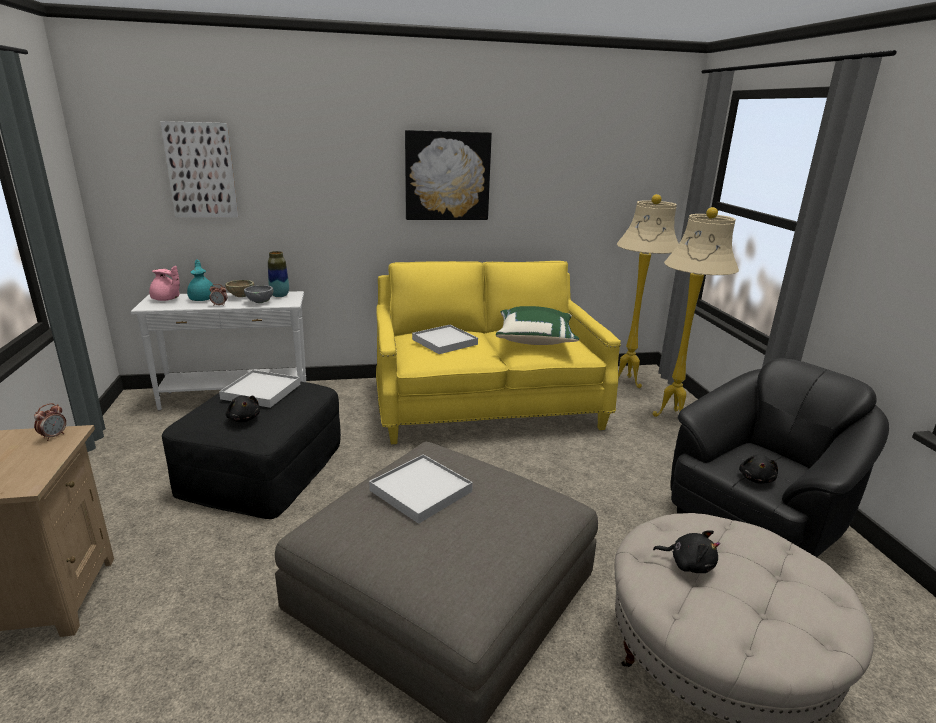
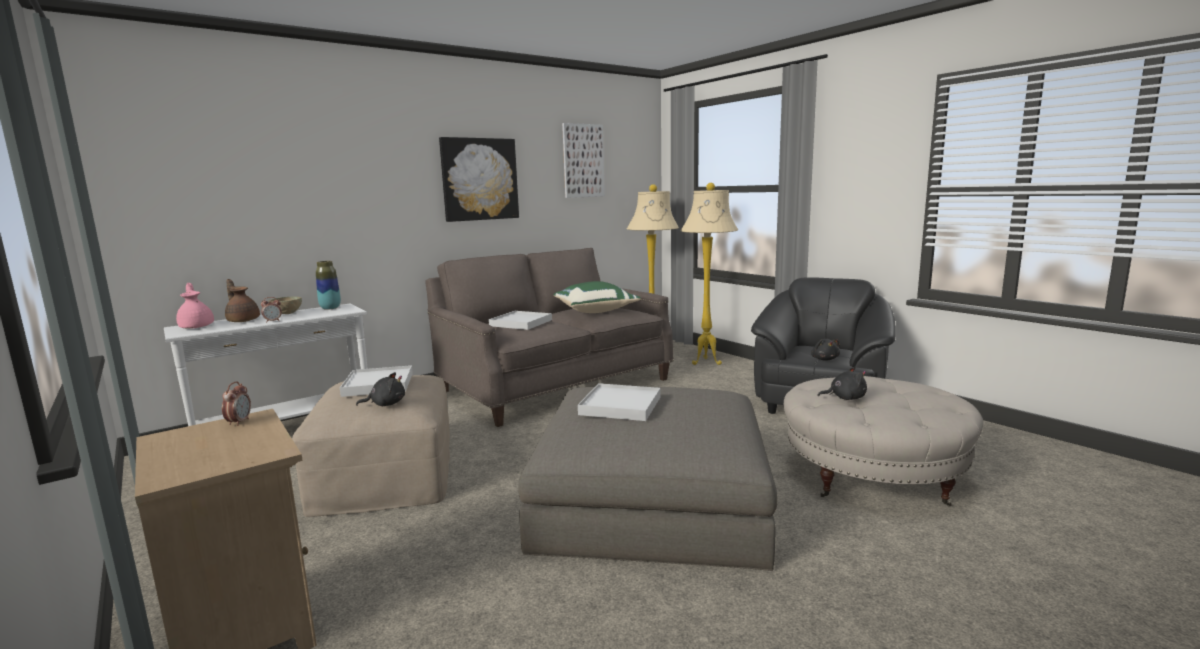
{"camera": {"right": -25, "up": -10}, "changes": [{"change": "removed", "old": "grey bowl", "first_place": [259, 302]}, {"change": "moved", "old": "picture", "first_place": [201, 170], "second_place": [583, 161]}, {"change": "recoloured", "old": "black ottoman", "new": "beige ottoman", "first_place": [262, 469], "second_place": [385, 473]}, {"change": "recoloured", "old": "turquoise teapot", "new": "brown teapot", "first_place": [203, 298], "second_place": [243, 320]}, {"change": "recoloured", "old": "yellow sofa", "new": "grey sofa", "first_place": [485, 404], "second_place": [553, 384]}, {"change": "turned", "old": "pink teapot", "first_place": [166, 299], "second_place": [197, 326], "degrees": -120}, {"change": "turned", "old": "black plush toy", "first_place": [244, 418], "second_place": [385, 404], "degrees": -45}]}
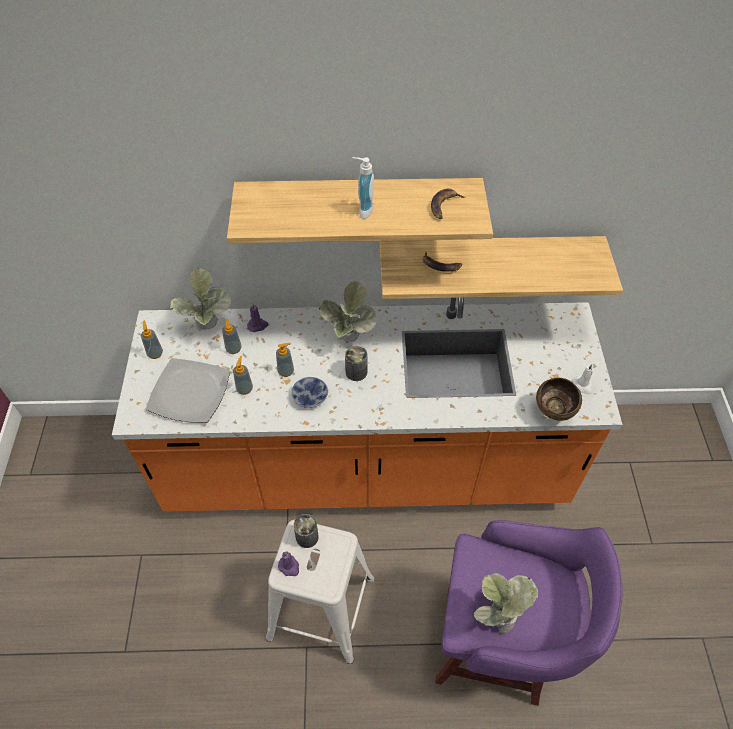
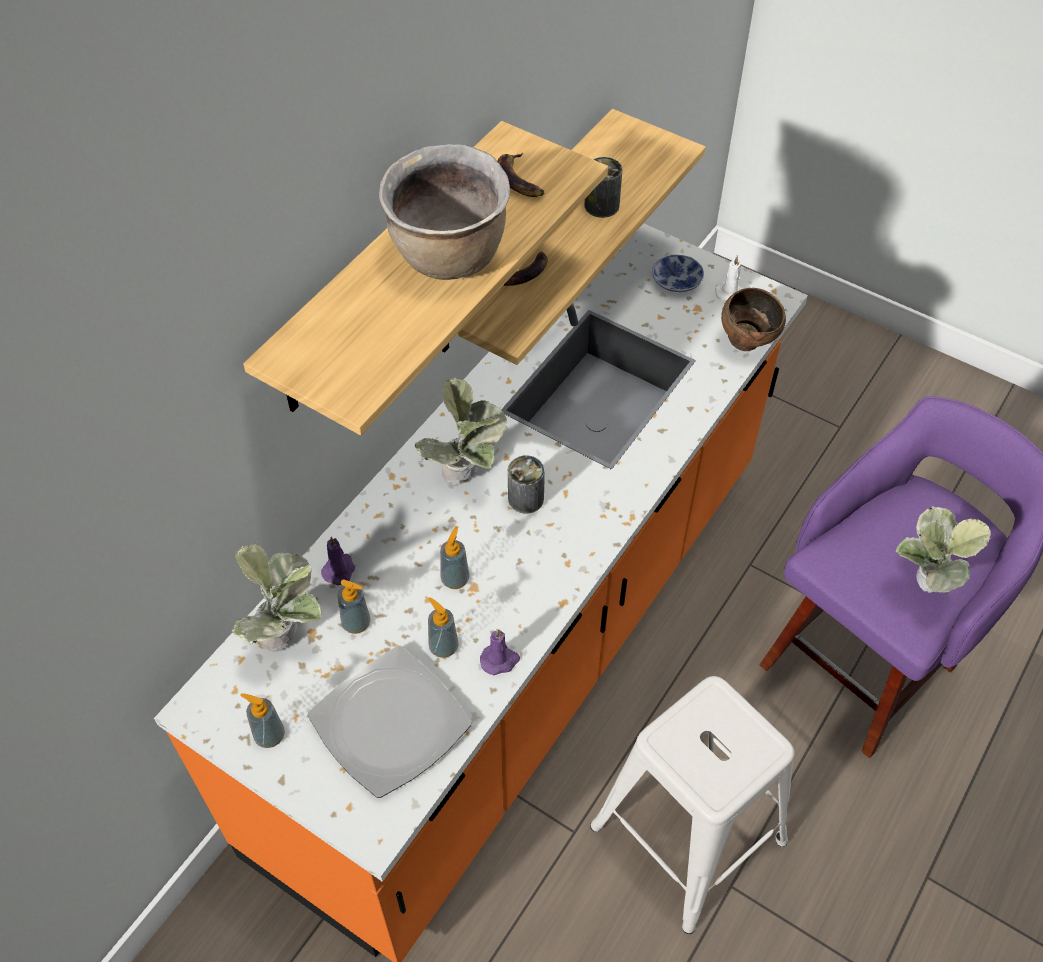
{"camera": {"right": -55, "up": 0}, "changes": [{"change": "moved", "old": "purple candle", "first_place": [289, 567], "second_place": [500, 660]}, {"change": "moved", "old": "bowl", "first_place": [311, 397], "second_place": [678, 281]}, {"change": "moved", "old": "can", "first_place": [307, 537], "second_place": [601, 205]}, {"change": "replaced", "old": "soap dispenser", "new": "brown cooking pot", "first_place": [363, 210], "second_place": [449, 257]}]}
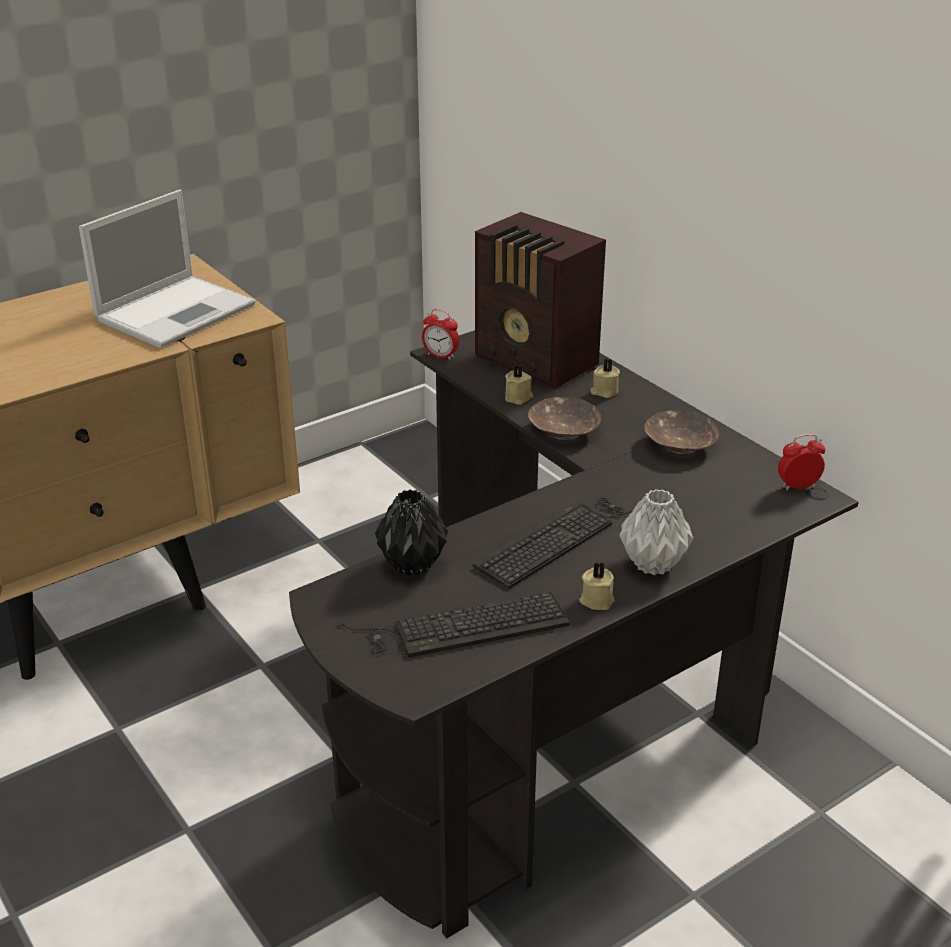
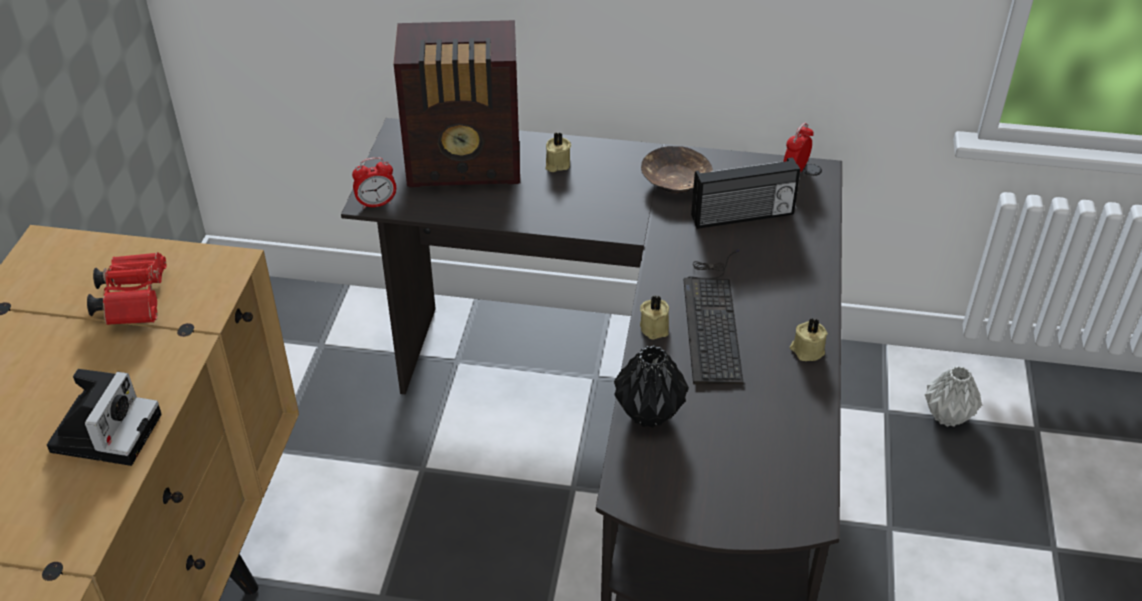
{"camera": {"right": -45, "up": 10}, "changes": [{"change": "removed", "old": "keyboard", "first_place": [460, 627]}, {"change": "removed", "old": "brown bowl", "first_place": [563, 430]}, {"change": "added", "new": "photo camera", "second_place": [107, 429]}, {"change": "added", "new": "radio", "second_place": [743, 217]}, {"change": "moved", "old": "beige candle", "first_place": [519, 397], "second_place": [655, 327]}, {"change": "moved", "old": "grey vase", "first_place": [654, 565], "second_place": [948, 416]}, {"change": "replaced", "old": "laptop", "new": "red binoculars", "first_place": [178, 311], "second_place": [134, 300]}]}
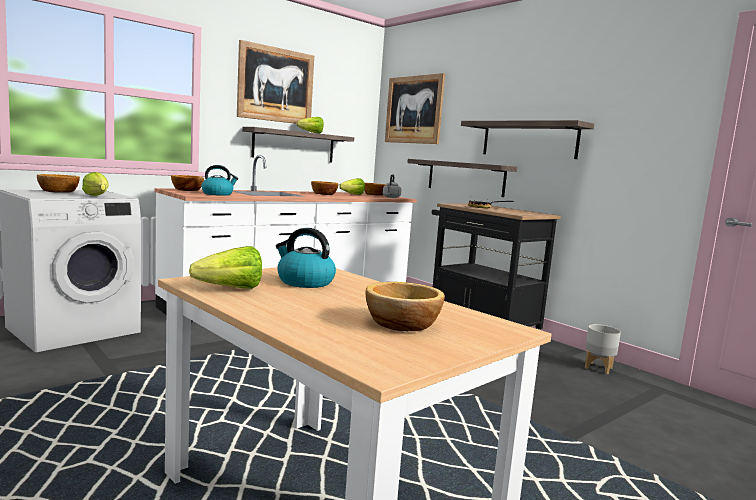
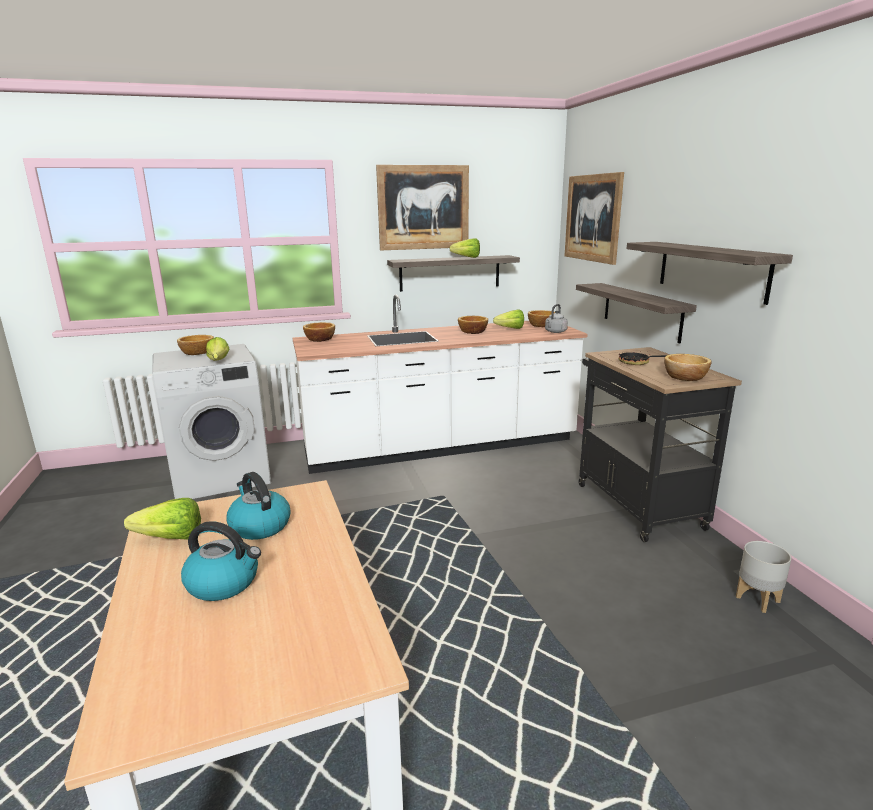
{"camera": {"right": 25, "up": 10}, "changes": [{"change": "moved", "old": "kettle", "first_place": [218, 194], "second_place": [224, 583]}, {"change": "moved", "old": "bowl", "first_place": [403, 324], "second_place": [686, 377]}]}
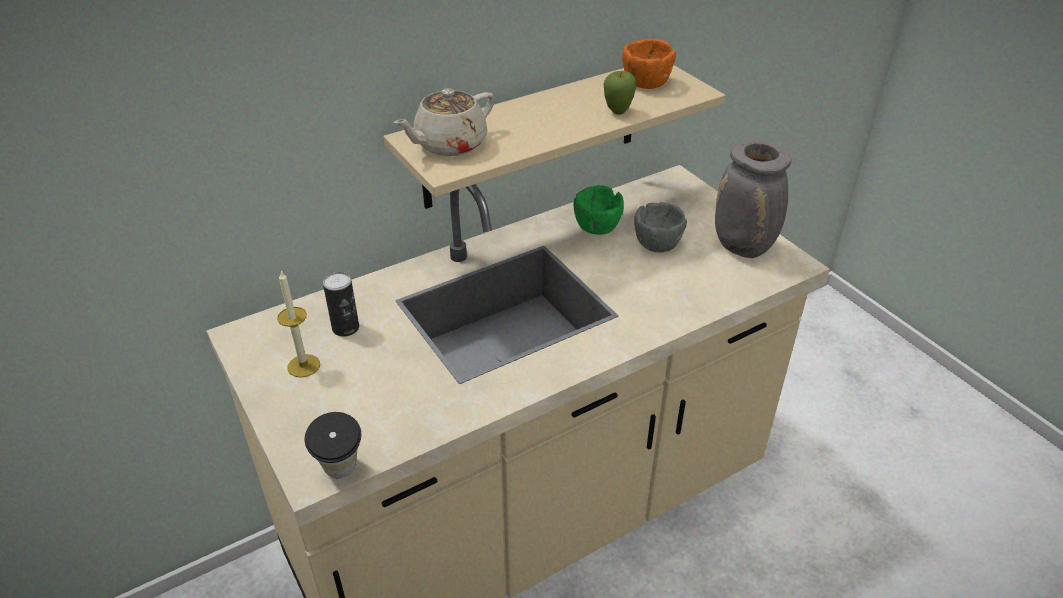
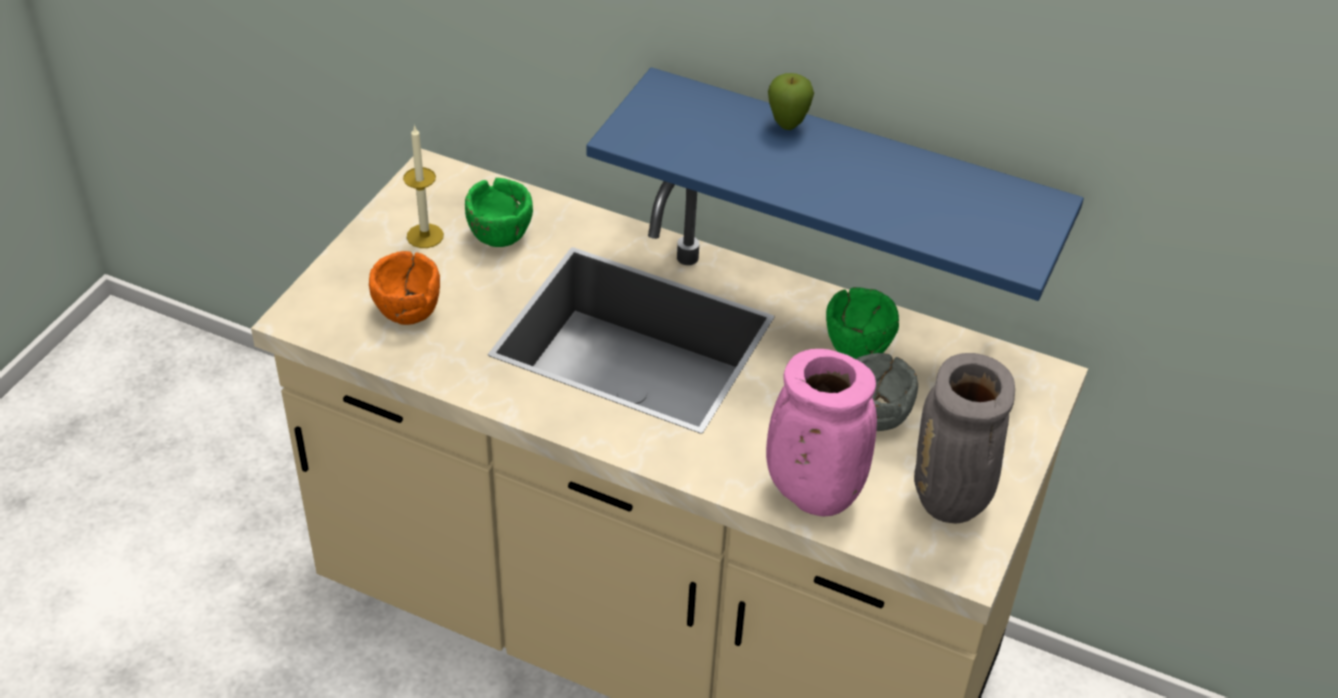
{"camera": {"right": 55, "up": 5}, "changes": [{"change": "removed", "old": "cup", "first_place": [341, 474]}, {"change": "removed", "old": "beige teapot", "first_place": [449, 144]}, {"change": "added", "new": "pink vase", "second_place": [810, 494]}, {"change": "moved", "old": "apple", "first_place": [618, 112], "second_place": [787, 125]}, {"change": "moved", "old": "orange bowl", "first_place": [645, 83], "second_place": [407, 309]}, {"change": "replaced", "old": "can", "new": "green bowl", "first_place": [345, 328], "second_place": [499, 235]}, {"change": "recoloured", "old": "beige shelf", "new": "blue shelf", "first_place": [532, 134], "second_place": [852, 179]}]}
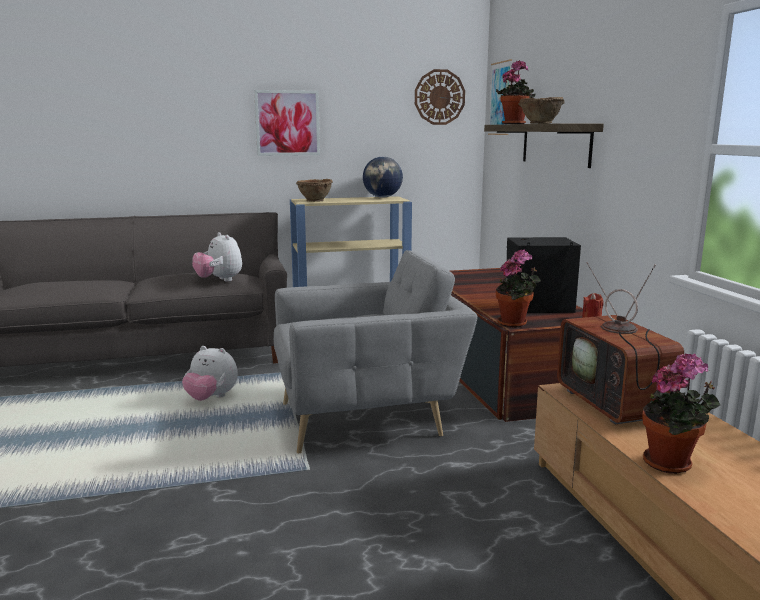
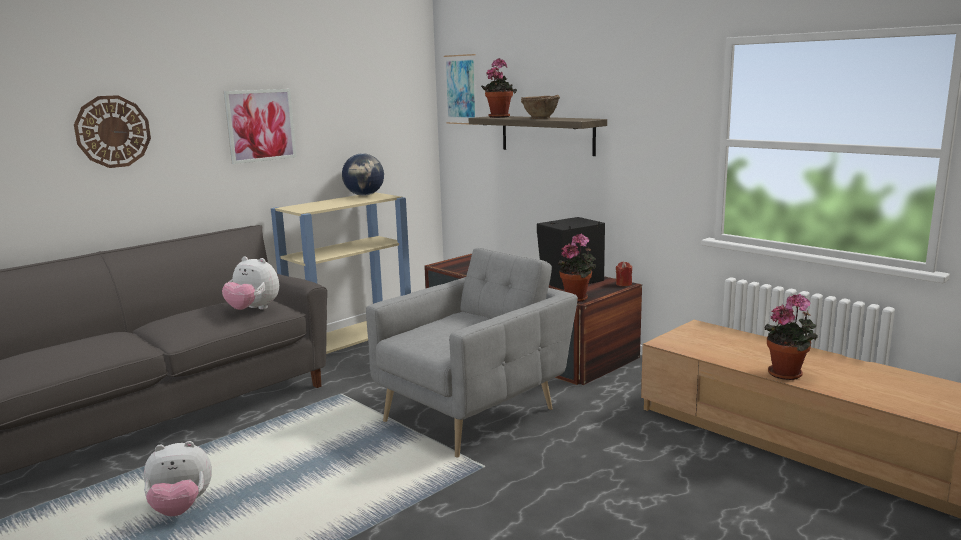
{"camera": {"right": -30, "up": 0}, "changes": [{"change": "removed", "old": "brown bowl", "first_place": [314, 201]}, {"change": "removed", "old": "television", "first_place": [618, 406]}, {"change": "moved", "old": "plush toy", "first_place": [211, 398], "second_place": [181, 508]}, {"change": "moved", "old": "wall clock", "first_place": [439, 97], "second_place": [113, 131]}]}
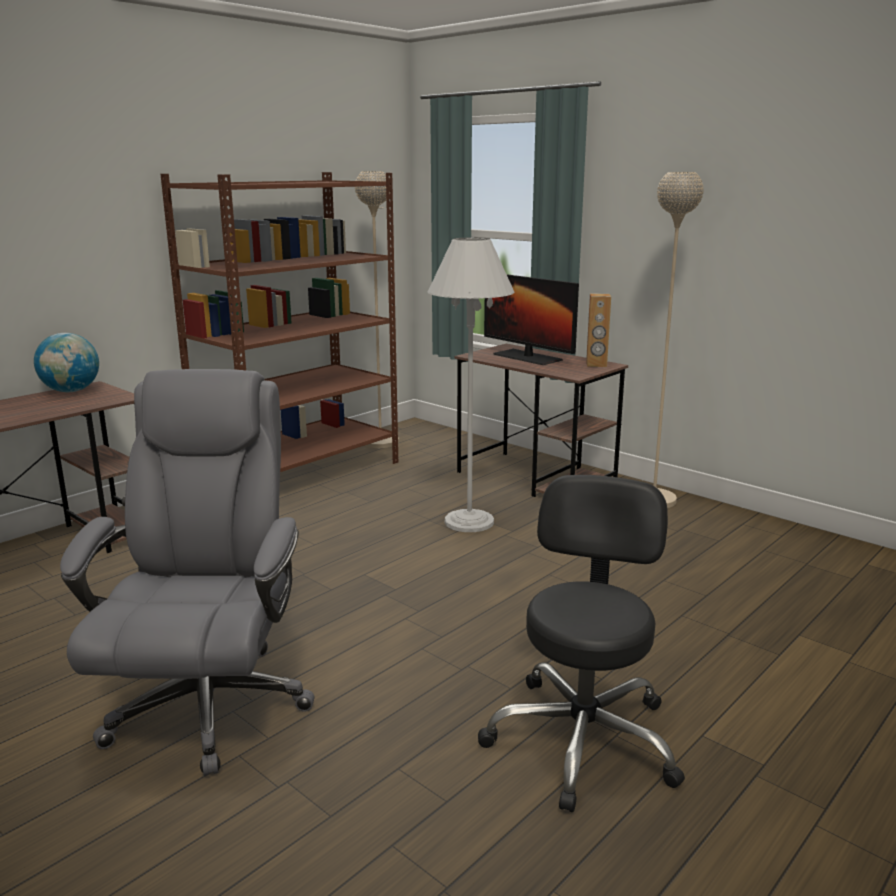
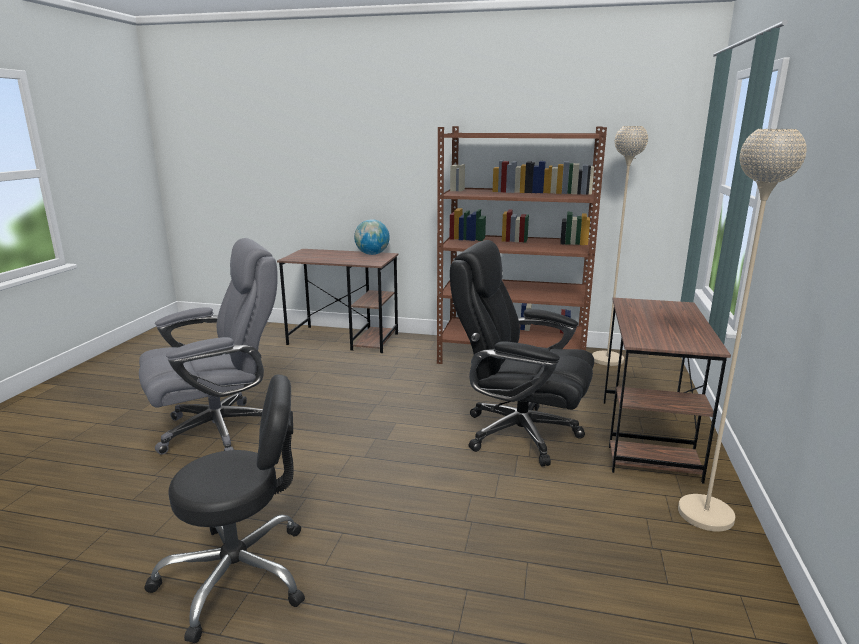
{"camera": {"right": 60, "up": 0}, "changes": [{"change": "removed", "old": "monitor", "first_place": [527, 357]}, {"change": "removed", "old": "brown speaker", "first_place": [596, 365]}, {"change": "replaced", "old": "white floor lamp", "new": "black office chair", "first_place": [469, 521], "second_place": [520, 433]}]}
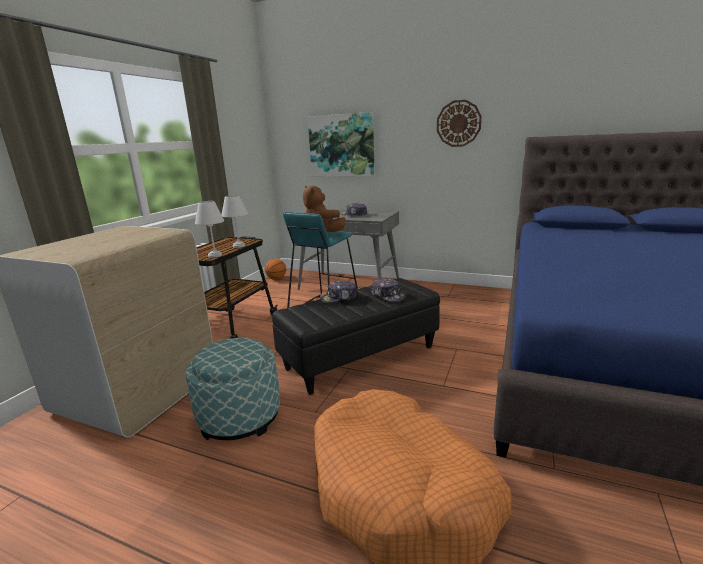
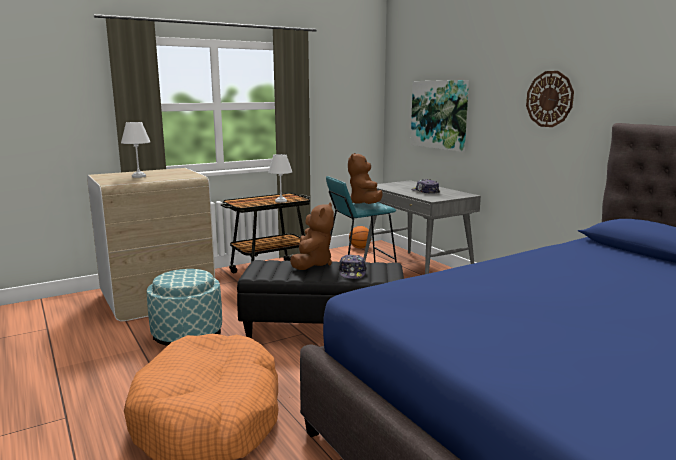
{"camera": {"right": 35, "up": -5}, "changes": [{"change": "moved", "old": "white table lamp", "first_place": [214, 255], "second_place": [138, 176]}, {"change": "replaced", "old": "cap", "new": "brown plush toy", "first_place": [339, 298], "second_place": [312, 264]}]}
